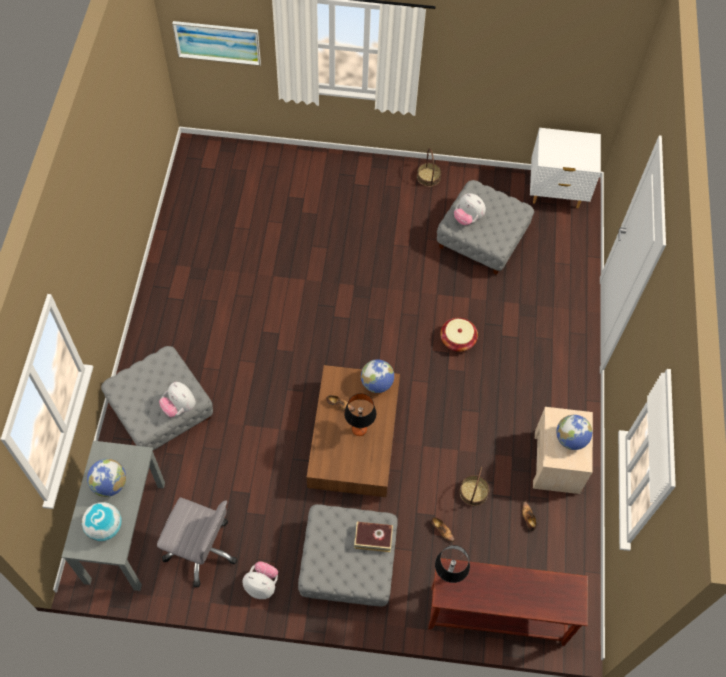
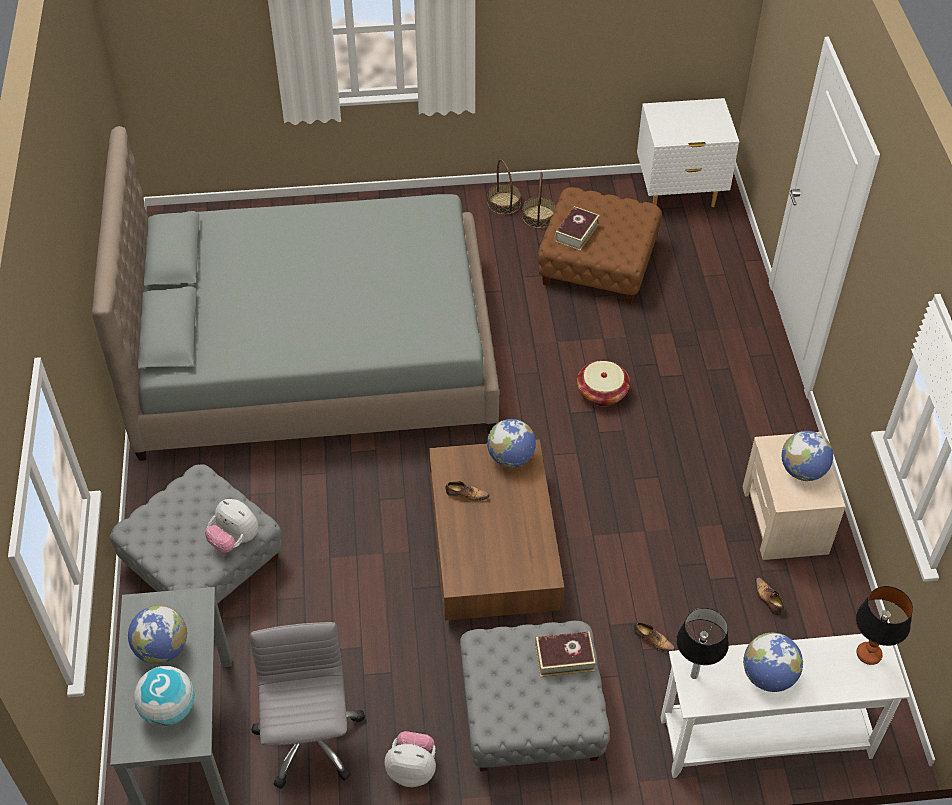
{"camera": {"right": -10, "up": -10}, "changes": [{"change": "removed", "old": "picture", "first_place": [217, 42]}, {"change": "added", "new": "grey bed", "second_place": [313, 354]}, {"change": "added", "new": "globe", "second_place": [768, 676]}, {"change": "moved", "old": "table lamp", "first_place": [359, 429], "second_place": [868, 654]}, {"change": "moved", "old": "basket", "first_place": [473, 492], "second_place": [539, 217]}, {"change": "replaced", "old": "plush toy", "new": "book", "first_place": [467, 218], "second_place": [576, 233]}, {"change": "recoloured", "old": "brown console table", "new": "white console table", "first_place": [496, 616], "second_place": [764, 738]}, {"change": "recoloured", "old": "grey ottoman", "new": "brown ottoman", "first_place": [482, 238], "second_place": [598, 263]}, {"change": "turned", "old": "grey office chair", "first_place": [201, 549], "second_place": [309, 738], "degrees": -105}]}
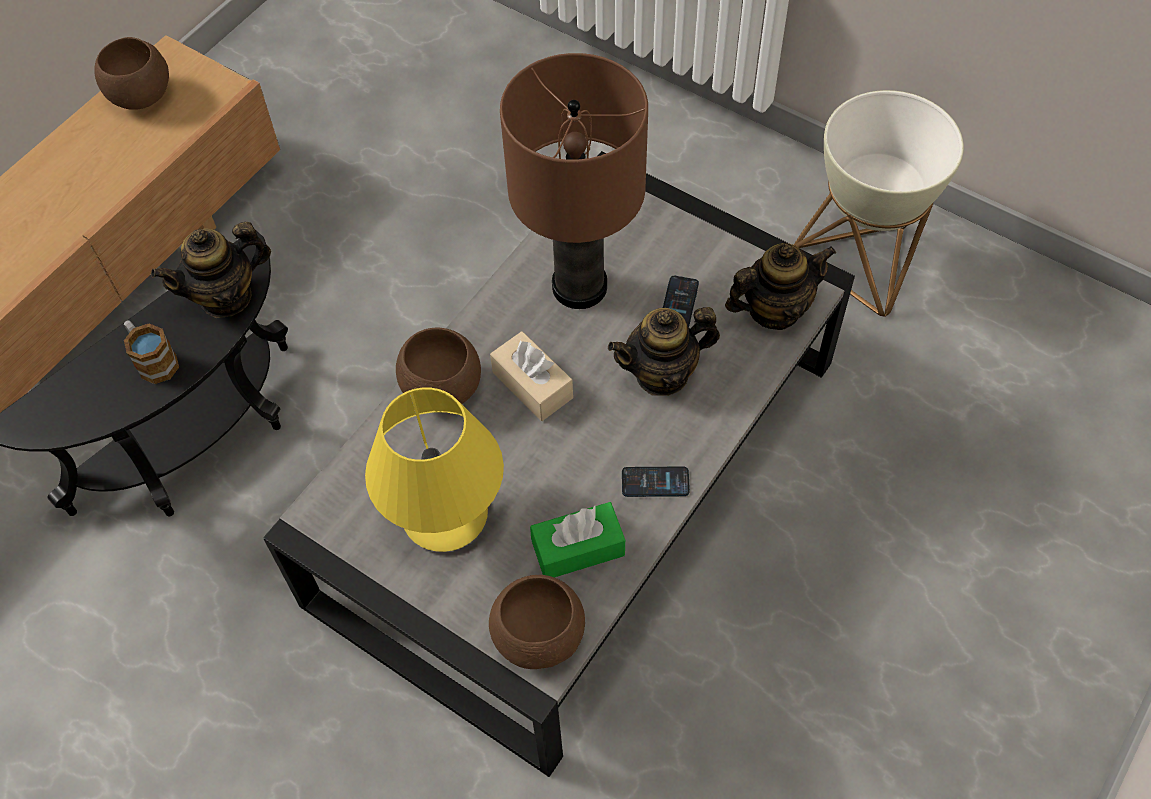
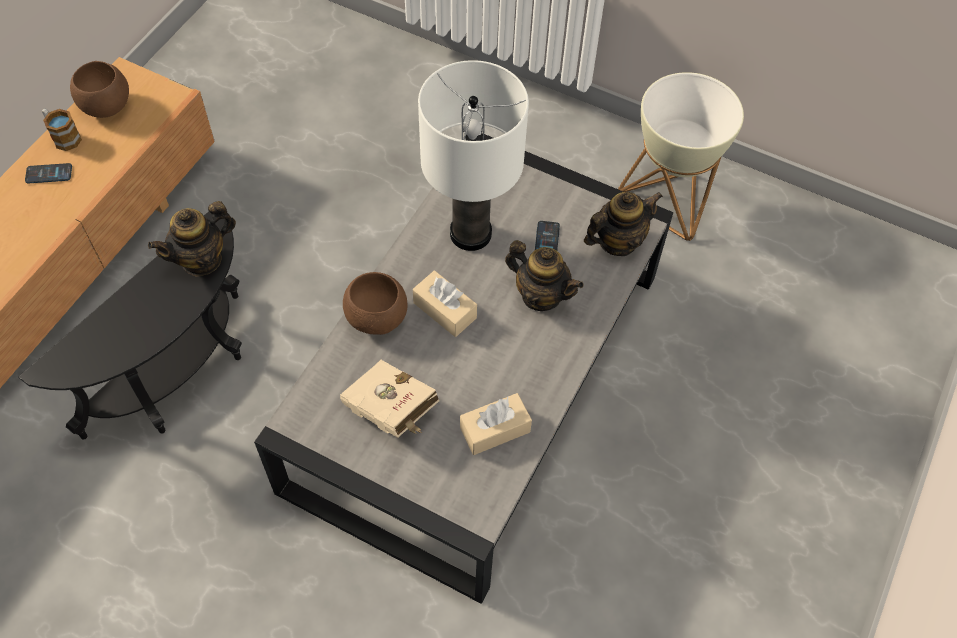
{"camera": {"right": -10, "up": 0}, "changes": [{"change": "removed", "old": "brown bowl", "first_place": [539, 638]}, {"change": "moved", "old": "mug", "first_place": [153, 360], "second_place": [63, 137]}, {"change": "moved", "old": "phone", "first_place": [655, 482], "second_place": [49, 174]}, {"change": "replaced", "old": "yellow table lamp", "new": "beige book", "first_place": [446, 514], "second_place": [392, 412]}, {"change": "recoloured", "old": "brown table lamp", "new": "white table lamp", "first_place": [579, 286], "second_place": [470, 233]}, {"change": "recoloured", "old": "green tissue box", "new": "beige tissue box", "first_place": [578, 548], "second_place": [495, 430]}, {"change": "turned", "old": "teapot", "first_place": [662, 374], "second_place": [541, 295], "degrees": -120}]}
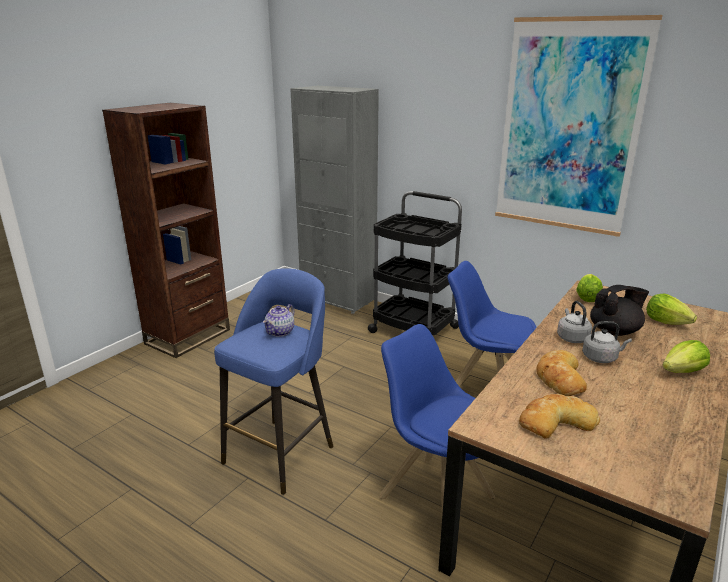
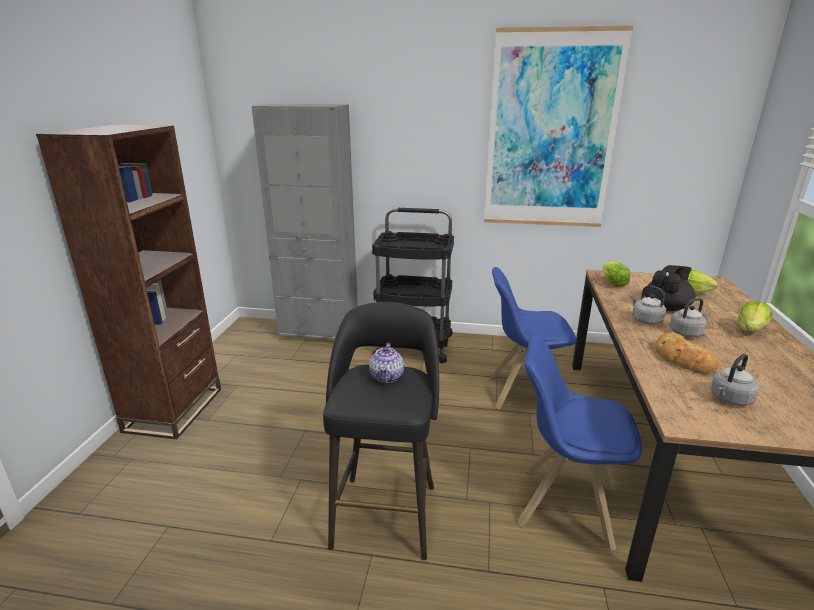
{"camera": {"right": -25, "up": 0}, "changes": [{"change": "replaced", "old": "bread", "new": "grey kettle", "first_place": [555, 421], "second_place": [729, 399]}, {"change": "recoloured", "old": "blue stool", "new": "black stool", "first_place": [281, 453], "second_place": [385, 512]}]}
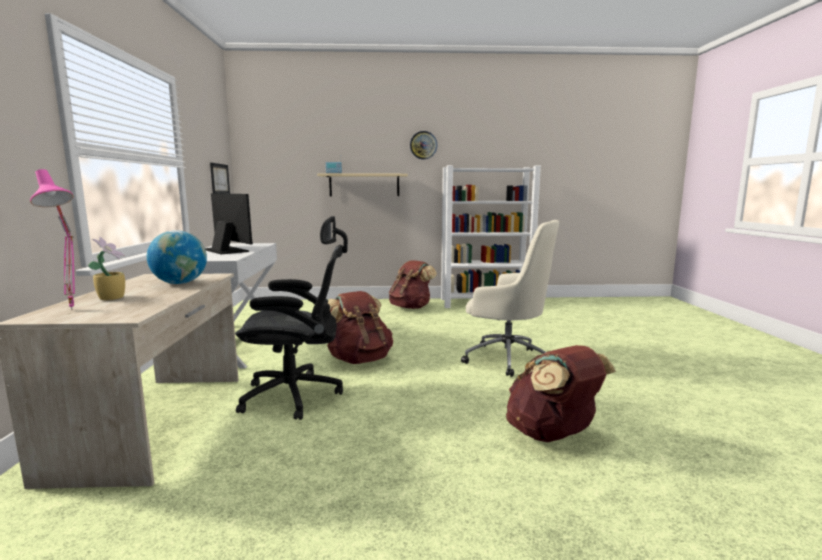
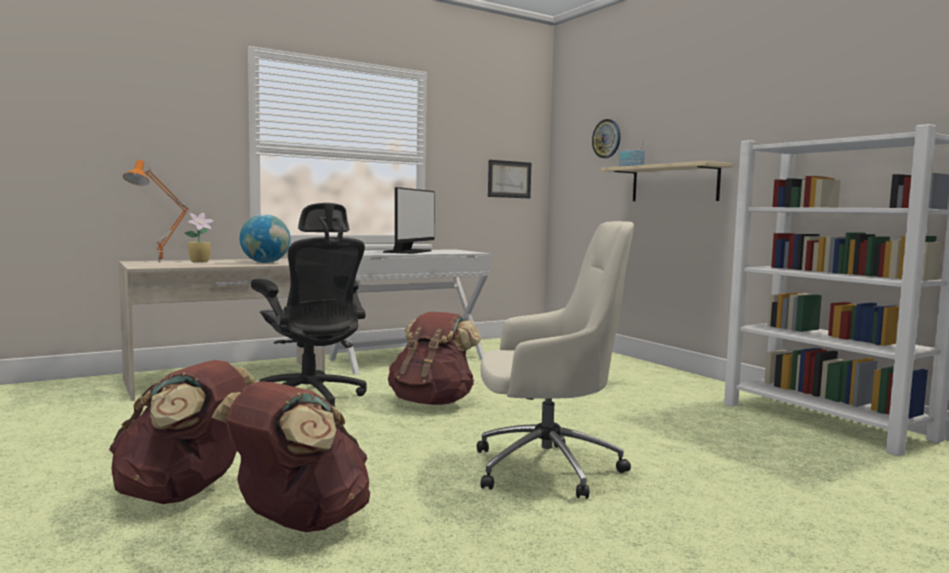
{"camera": {"right": 60, "up": -5}, "changes": [{"change": "moved", "old": "brown backpack", "first_place": [411, 307], "second_place": [184, 494]}, {"change": "moved", "old": "wall clock", "first_place": [423, 145], "second_place": [607, 138]}, {"change": "recoloured", "old": "pink table lamp", "new": "orange table lamp", "first_place": [75, 309], "second_place": [161, 262]}, {"change": "turned", "old": "beige office chair", "first_place": [507, 360], "second_place": [547, 469], "degrees": -90}]}
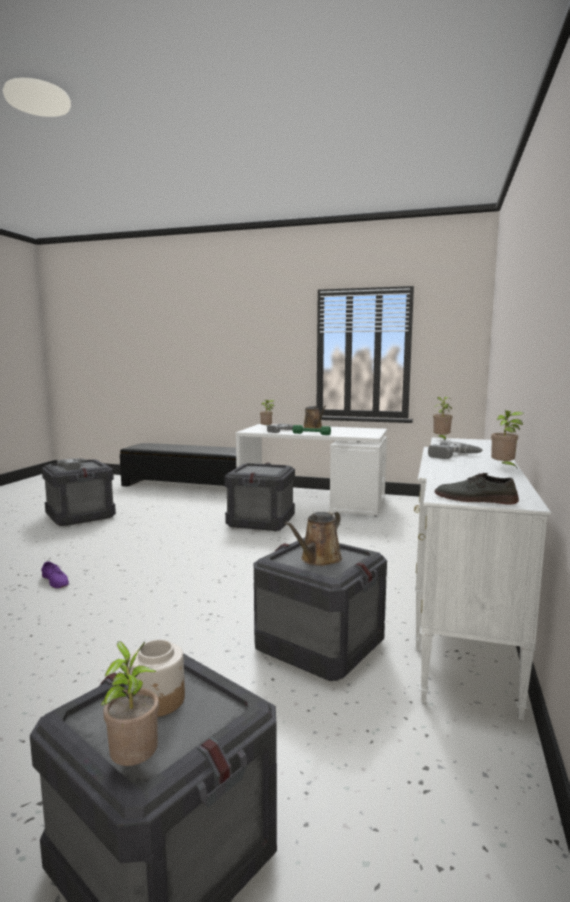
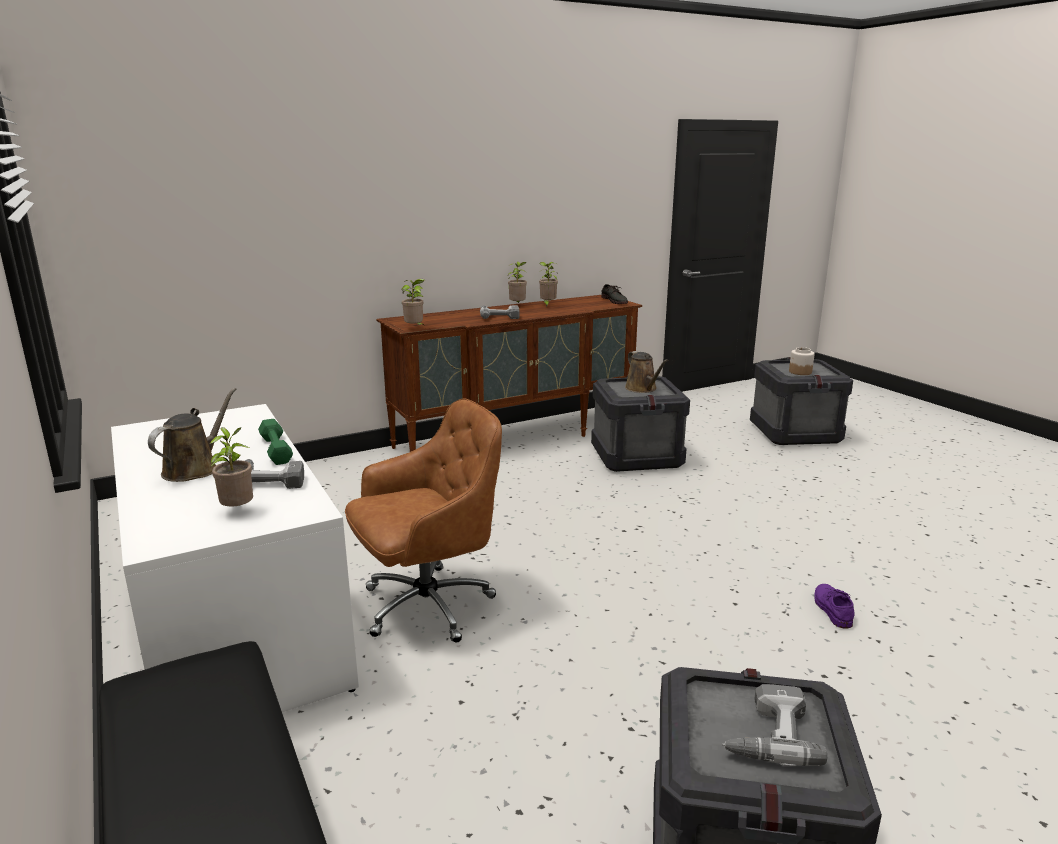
{"camera": {"right": -135, "up": 10}, "changes": [{"change": "moved", "old": "potted plant", "first_place": [134, 763], "second_place": [547, 305]}, {"change": "replaced", "old": "crate", "new": "brown office chair", "first_place": [260, 521], "second_place": [428, 605]}, {"change": "recoloured", "old": "white cabinet", "new": "brown cabinet", "first_place": [460, 616], "second_place": [516, 436]}, {"change": "turned", "old": "brown watering can", "first_place": [318, 560], "second_place": [642, 389], "degrees": 75}]}
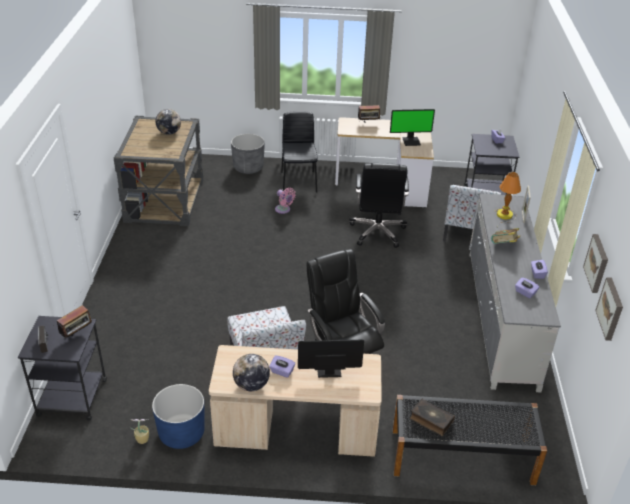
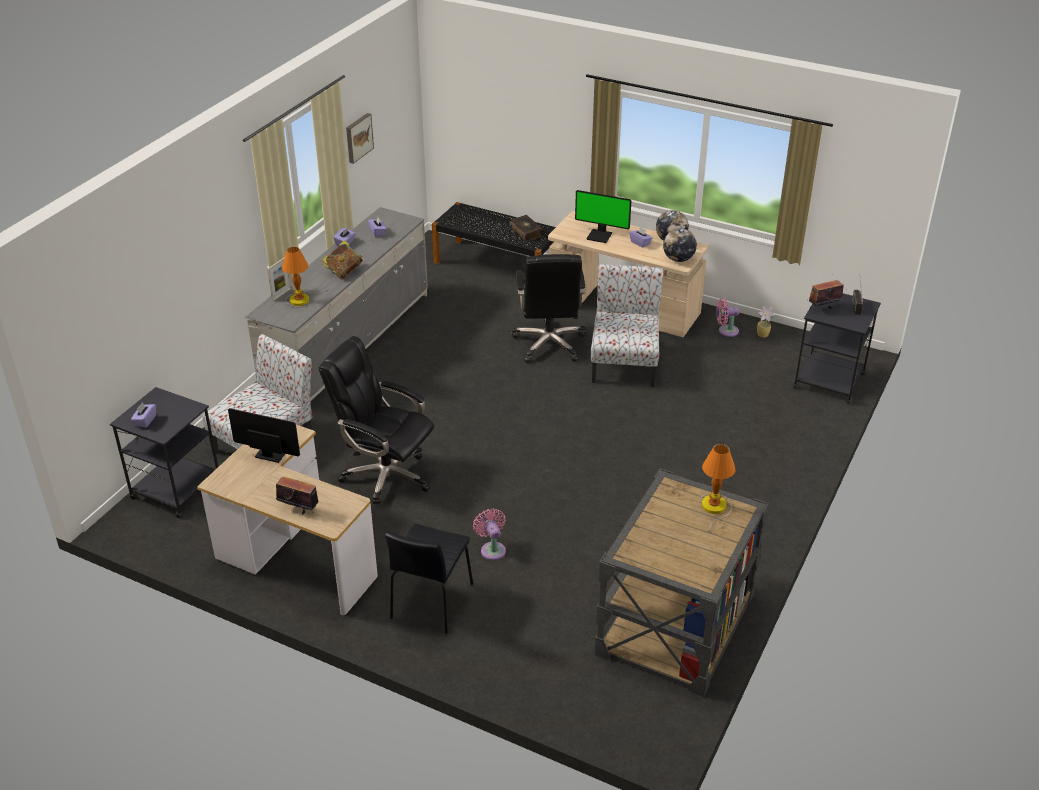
{"camera": {"right": -155, "up": 0}, "changes": [{"change": "removed", "old": "grey planter", "first_place": [248, 167]}, {"change": "removed", "old": "picture", "first_place": [611, 309]}, {"change": "added", "new": "table lamp", "second_place": [715, 507]}, {"change": "moved", "old": "globe", "first_place": [169, 132], "second_place": [678, 259]}, {"change": "replaced", "old": "blue planter", "new": "pink fan", "first_place": [181, 433], "second_place": [726, 331]}, {"change": "turned", "old": "black office chair", "first_place": [377, 231], "second_place": [385, 475], "degrees": -90}]}
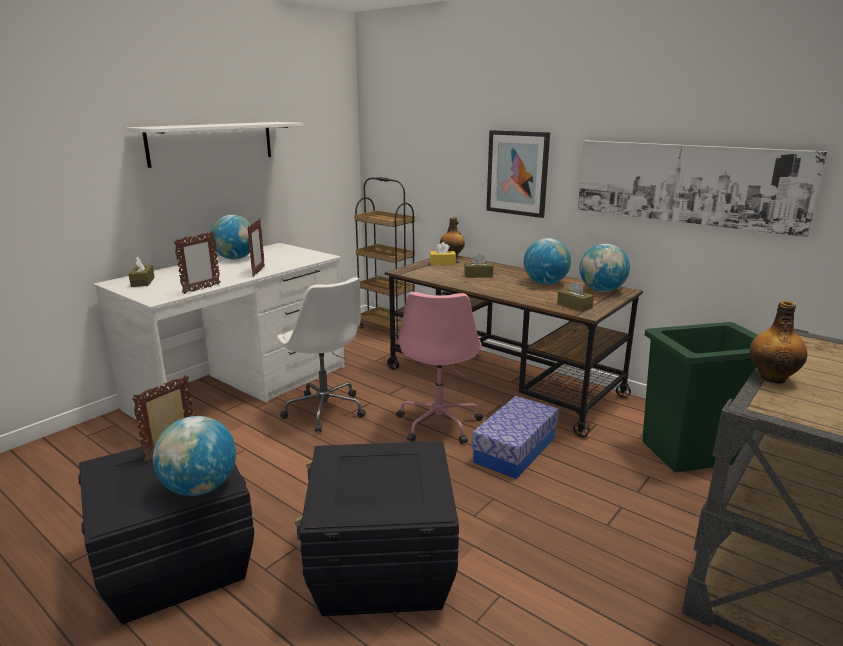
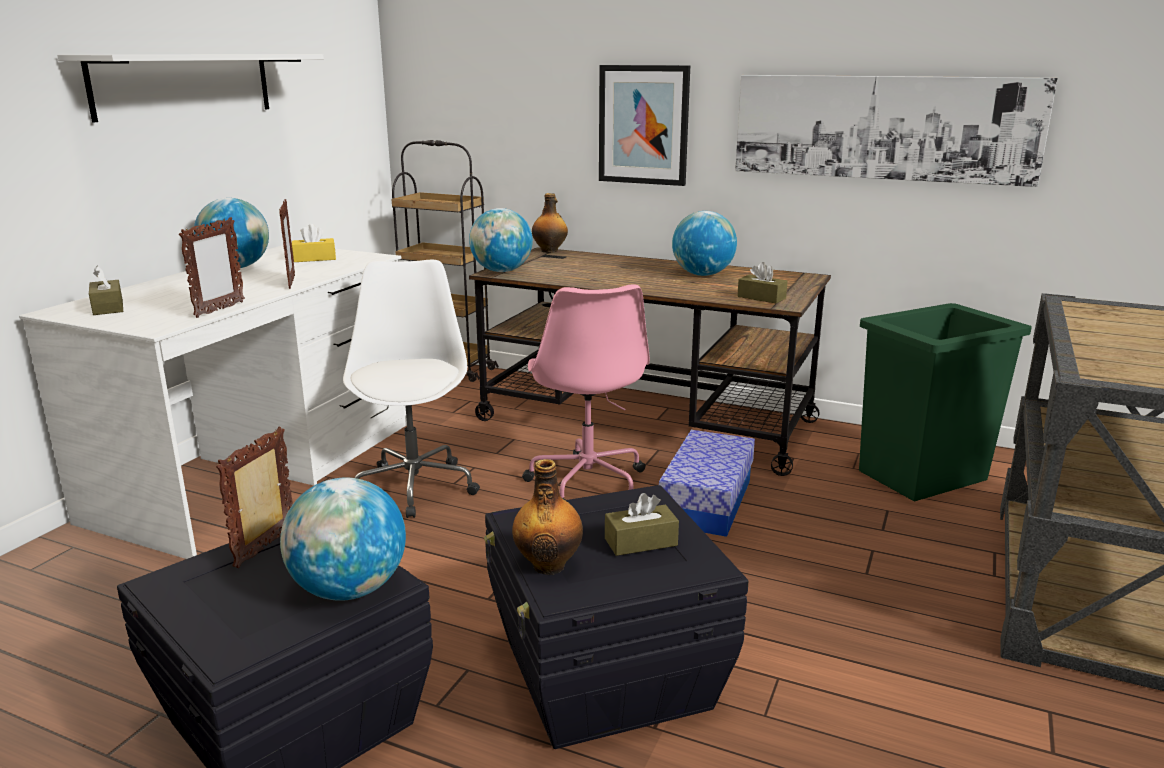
{"camera": {"right": -15, "up": 0}, "changes": [{"change": "moved", "old": "yellow tissue box", "first_place": [442, 263], "second_place": [314, 258]}, {"change": "moved", "old": "brown tissue box", "first_place": [478, 275], "second_place": [641, 542]}, {"change": "moved", "old": "globe", "first_place": [601, 291], "second_place": [502, 271]}, {"change": "moved", "old": "bottle", "first_place": [772, 378], "second_place": [548, 565]}, {"change": "turned", "old": "white office chair", "first_place": [326, 411], "second_place": [415, 487], "degrees": -135}]}
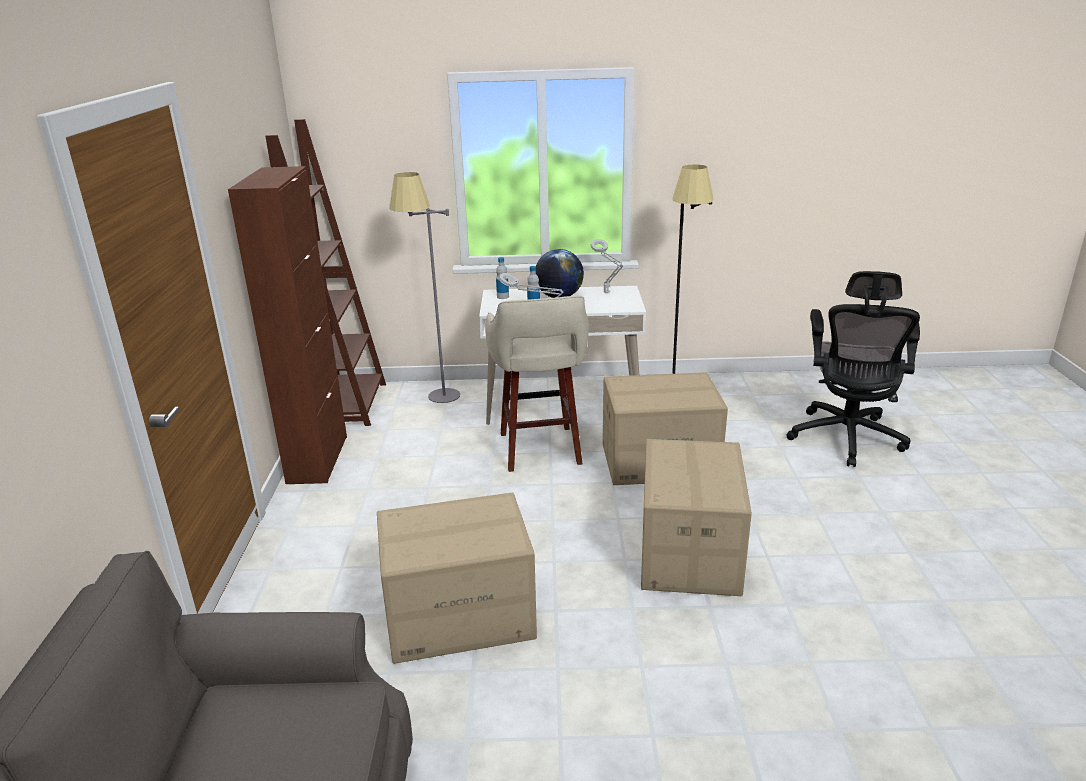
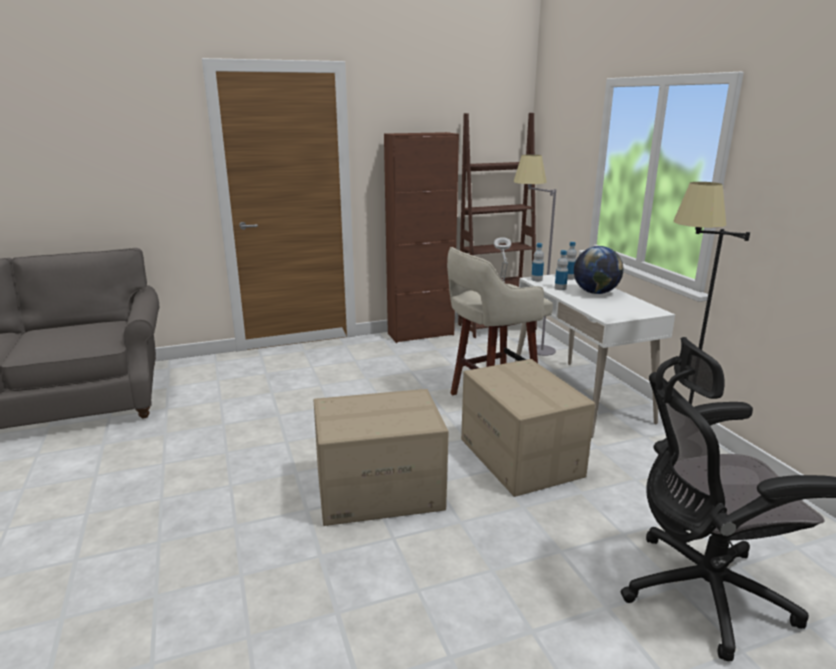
{"camera": {"right": 70, "up": -5}, "changes": [{"change": "removed", "old": "cardboard box", "first_place": [459, 614]}, {"change": "removed", "old": "grey table lamp", "first_place": [607, 293]}, {"change": "added", "new": "bottle", "second_place": [536, 279]}]}
